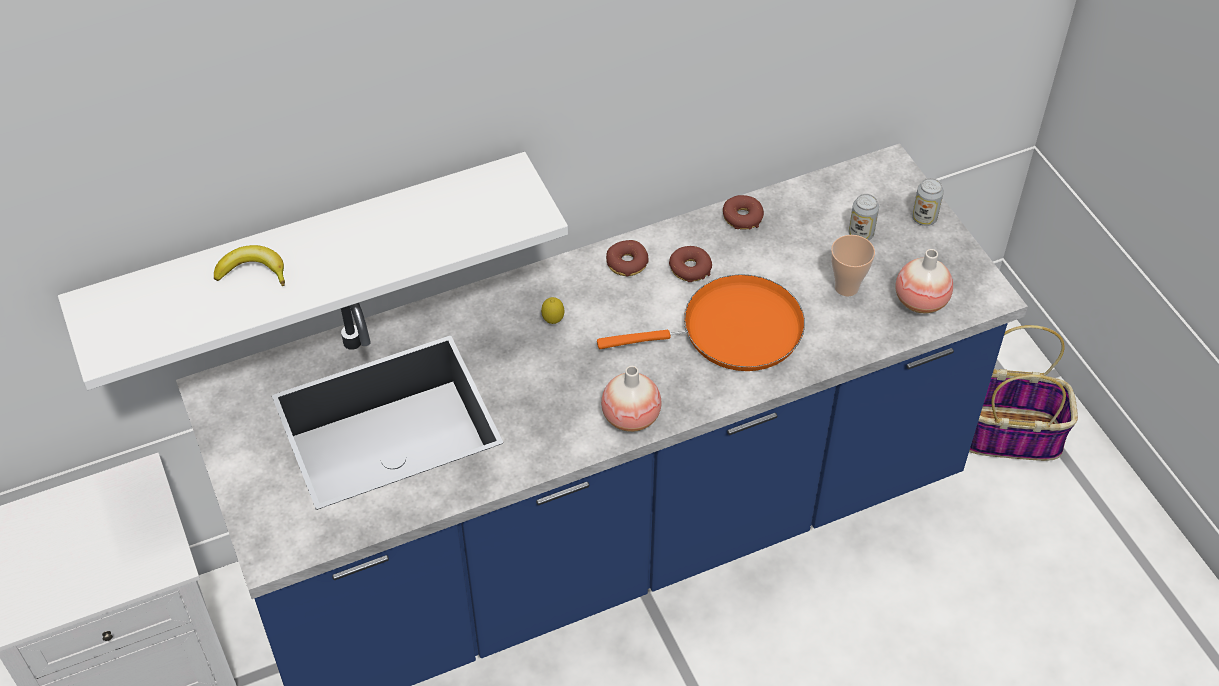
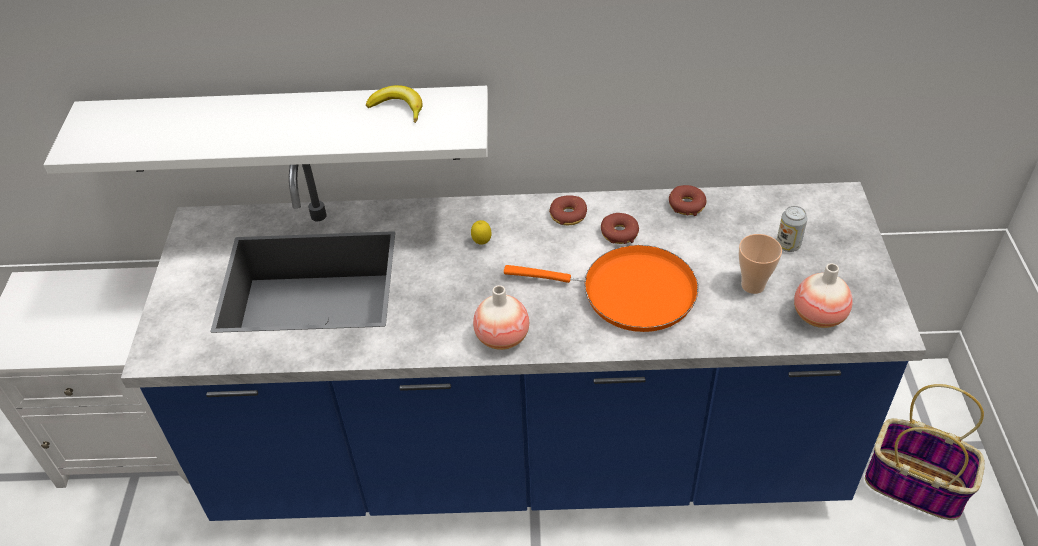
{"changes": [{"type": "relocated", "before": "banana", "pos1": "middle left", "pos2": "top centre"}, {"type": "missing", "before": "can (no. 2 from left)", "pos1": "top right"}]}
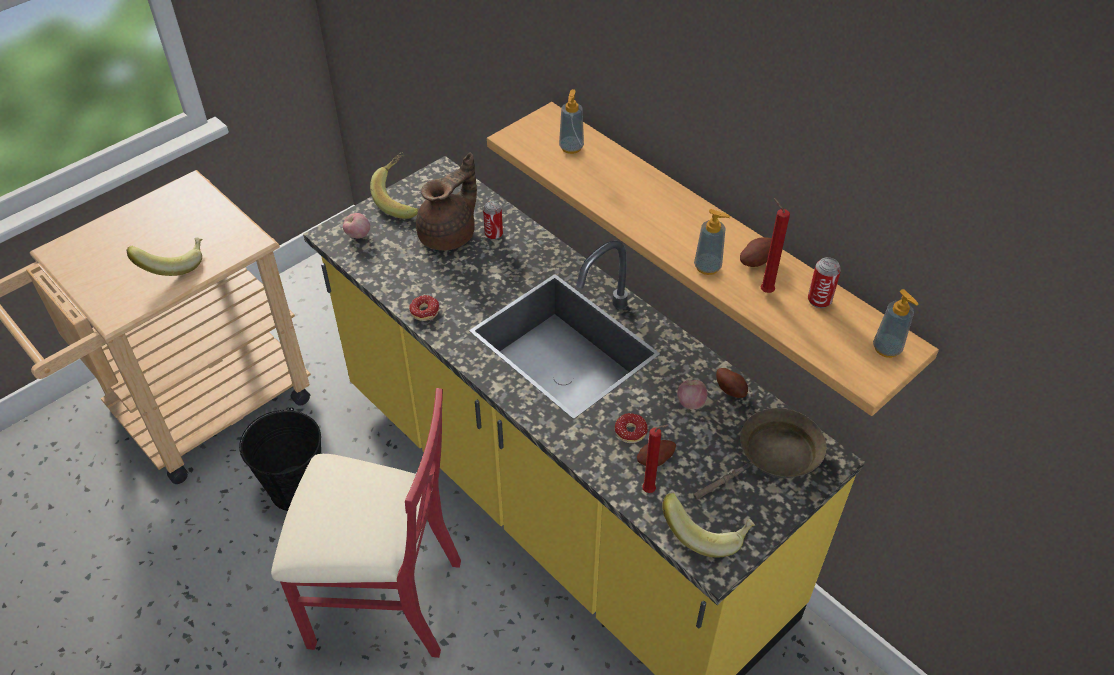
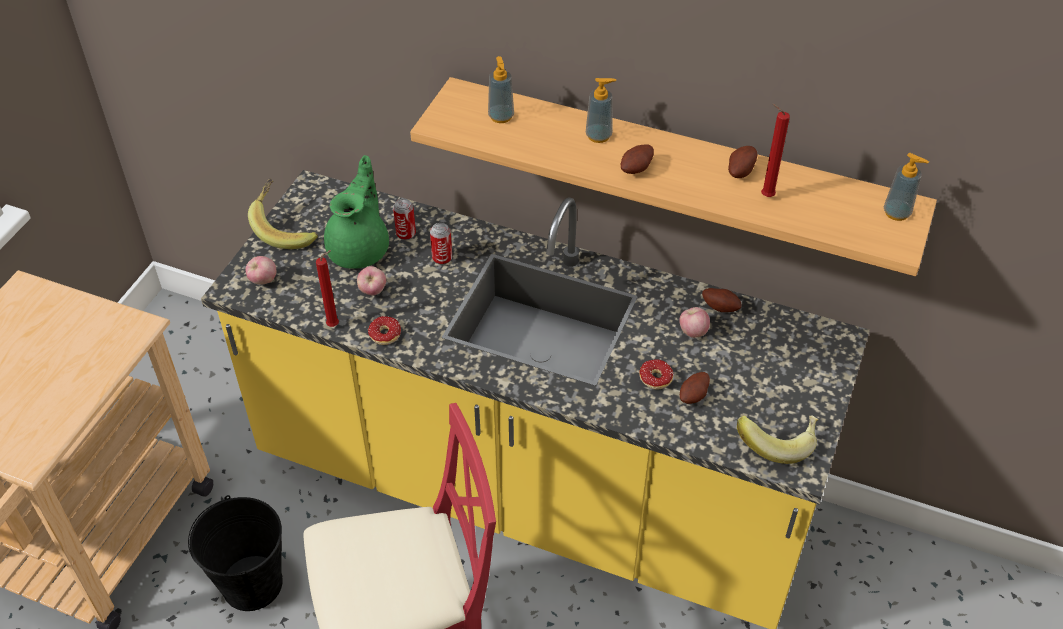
{"changes": [{"type": "missing", "before": "banana (no. 1 from left)", "pos1": "middle left"}, {"type": "colour", "before": "teapot in brown", "after": "teapot in green", "pos1": "top centre", "pos2": "centre"}, {"type": "relocated", "before": "candle in red (no. 1 from left)", "pos1": "bottom centre", "pos2": "middle left"}, {"type": "missing", "before": "frying pan in brown", "pos1": "bottom right"}, {"type": "relocated", "before": "soap dispenser (no. 2 from left)", "pos1": "centre", "pos2": "top centre"}, {"type": "relocated", "before": "can (no. 2 from left)", "pos1": "middle right", "pos2": "centre"}, {"type": "appeared", "after": "apple (no. 2 from left)", "pos2": "centre"}, {"type": "appeared", "after": "potato (no. 1 from left)", "pos2": "top centre"}]}
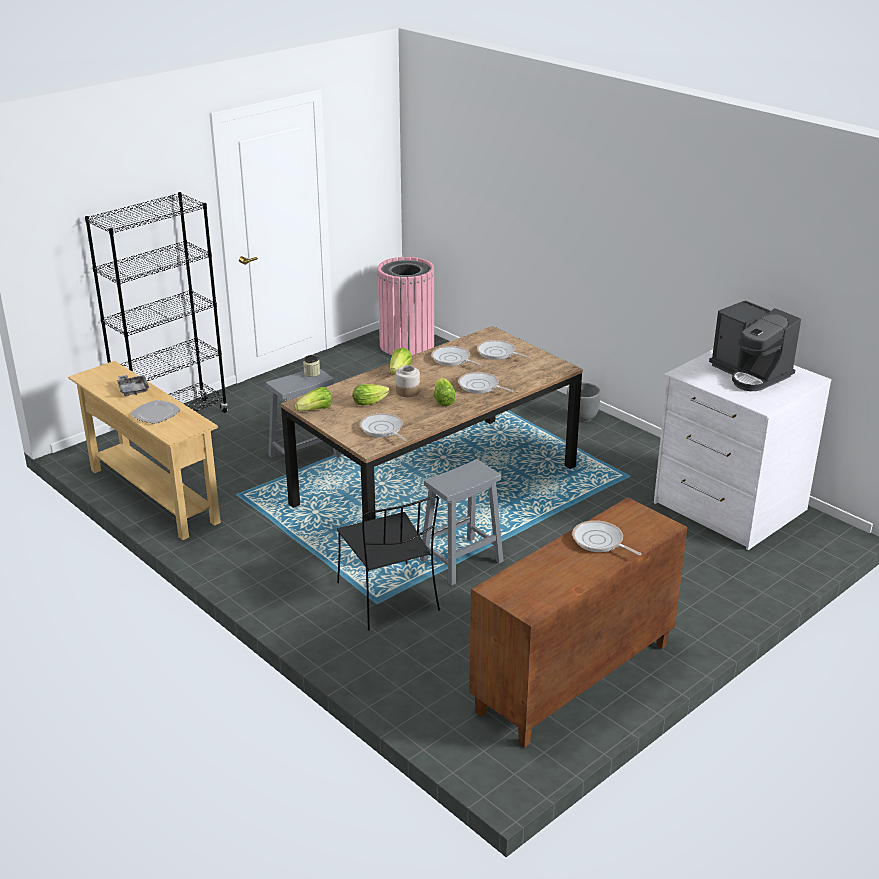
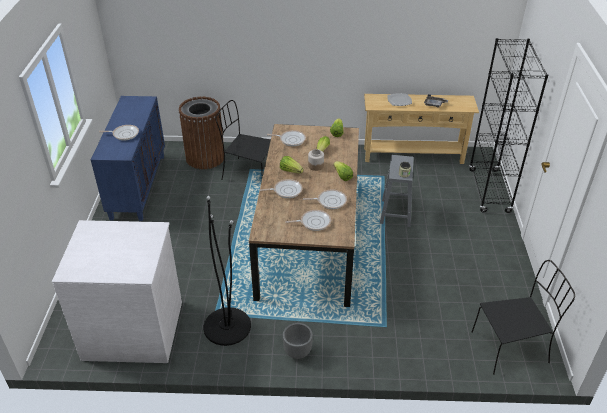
{"changes": [{"type": "exchanged", "before": "trash can in pink", "after": "chair in black (no. 2 from left)", "pos1": "centre", "pos2": "bottom right"}, {"type": "missing", "before": "stool in grey (no. 2 from left)", "pos1": "centre"}, {"type": "colour", "before": "cabinet in brown", "after": "cabinet in blue", "pos1": "bottom centre", "pos2": "middle left"}, {"type": "missing", "before": "coffee machine", "pos1": "middle right"}, {"type": "appeared", "after": "trash can in brown", "pos2": "top left"}, {"type": "appeared", "after": "floor lamp in black", "pos2": "centre"}]}
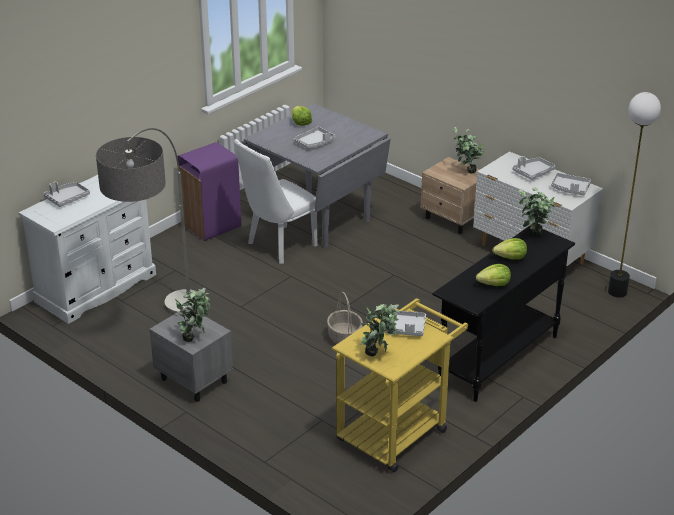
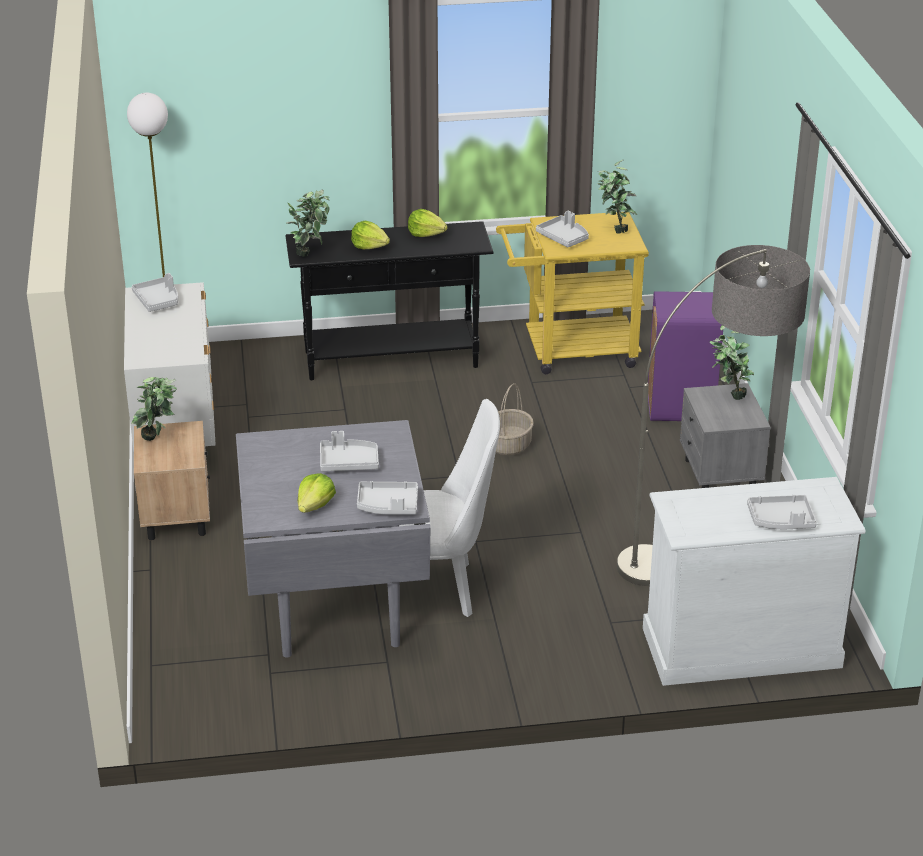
{"changes": [{"type": "relocated", "before": "trash can in purple", "pos1": "middle left", "pos2": "middle right"}, {"type": "relocated", "before": "tray in grey (no. 4 from left in the first image)", "after": "tray in grey (no. 3 from left)", "pos1": "top right", "pos2": "centre"}]}
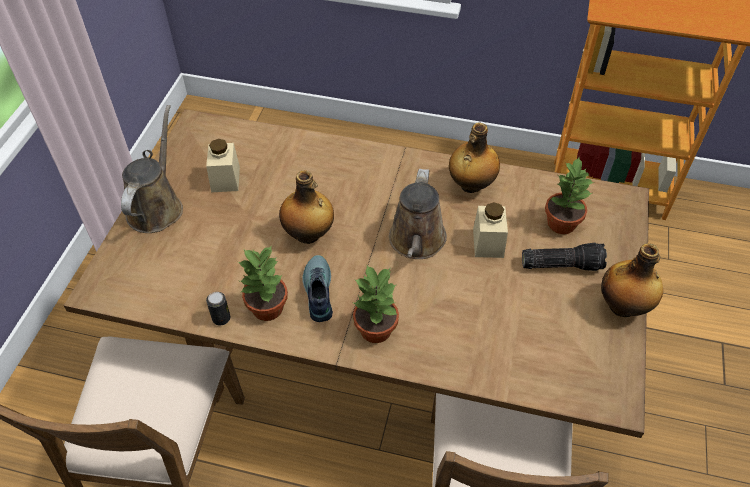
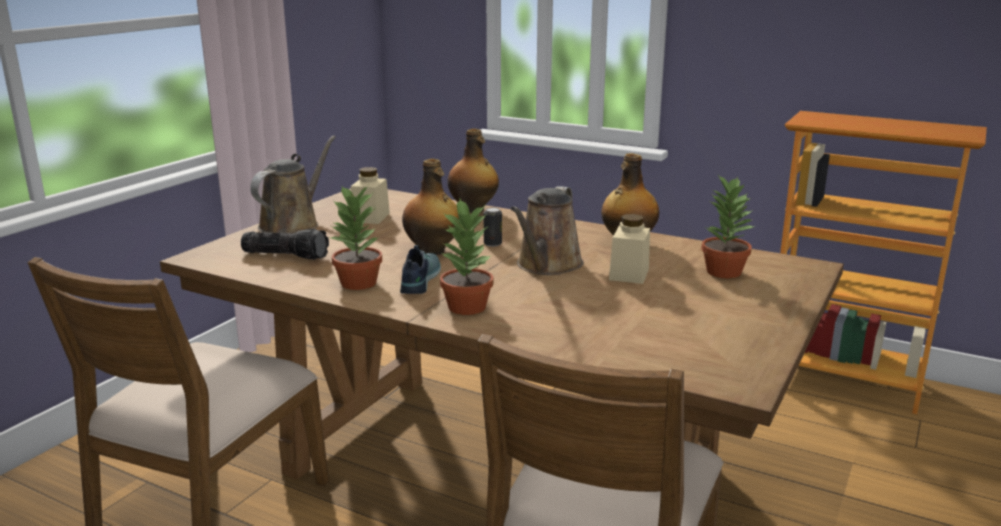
{"changes": [{"type": "relocated", "before": "can", "pos1": "middle left", "pos2": "centre"}, {"type": "relocated", "before": "flashlight", "pos1": "middle right", "pos2": "middle left"}, {"type": "relocated", "before": "bottle (no. 3 from left in the first image)", "after": "bottle (no. 2 from left)", "pos1": "middle right", "pos2": "top centre"}]}
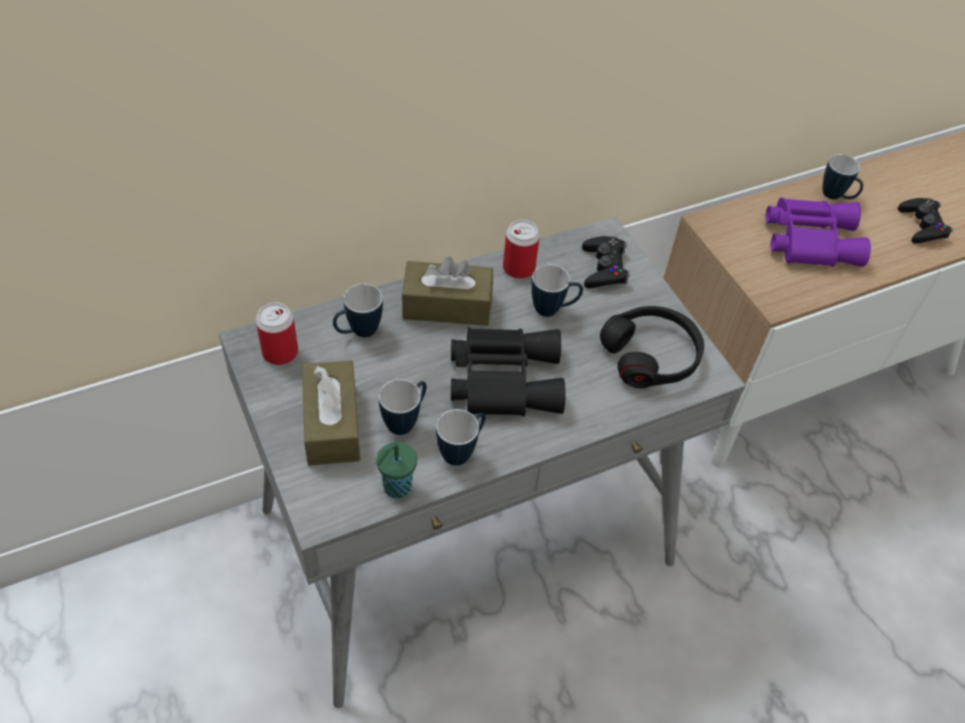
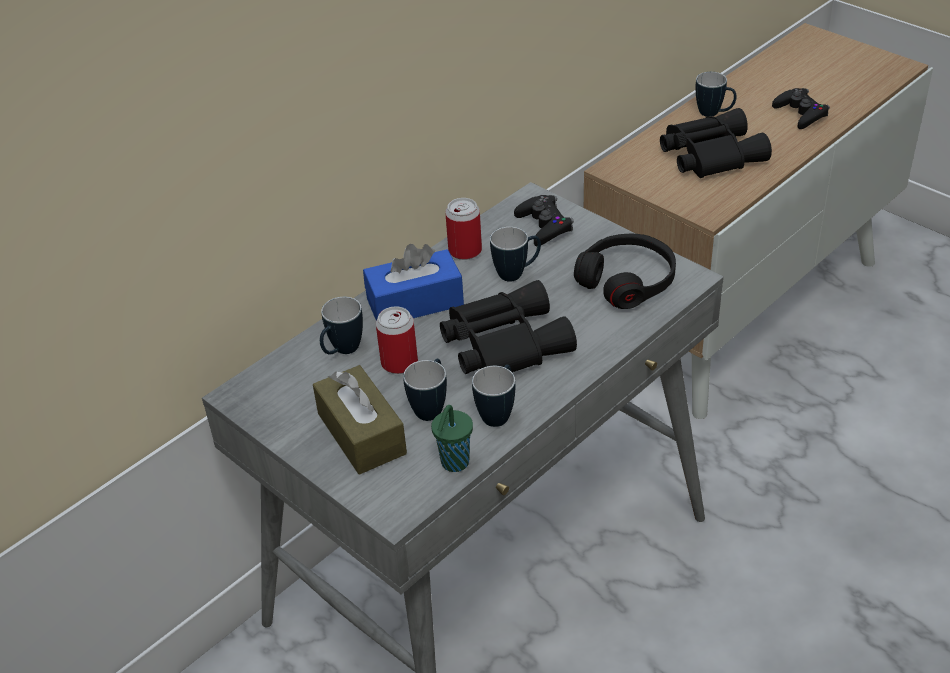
{"changes": [{"type": "relocated", "before": "can (no. 1 from left)", "pos1": "middle left", "pos2": "centre"}, {"type": "colour", "before": "tissue box in brown (no. 2 from left)", "after": "tissue box in blue", "pos1": "centre", "pos2": "centre"}, {"type": "colour", "before": "binoculars in purple", "after": "binoculars in black (no. 2 from left)", "pos1": "top right", "pos2": "top right"}]}
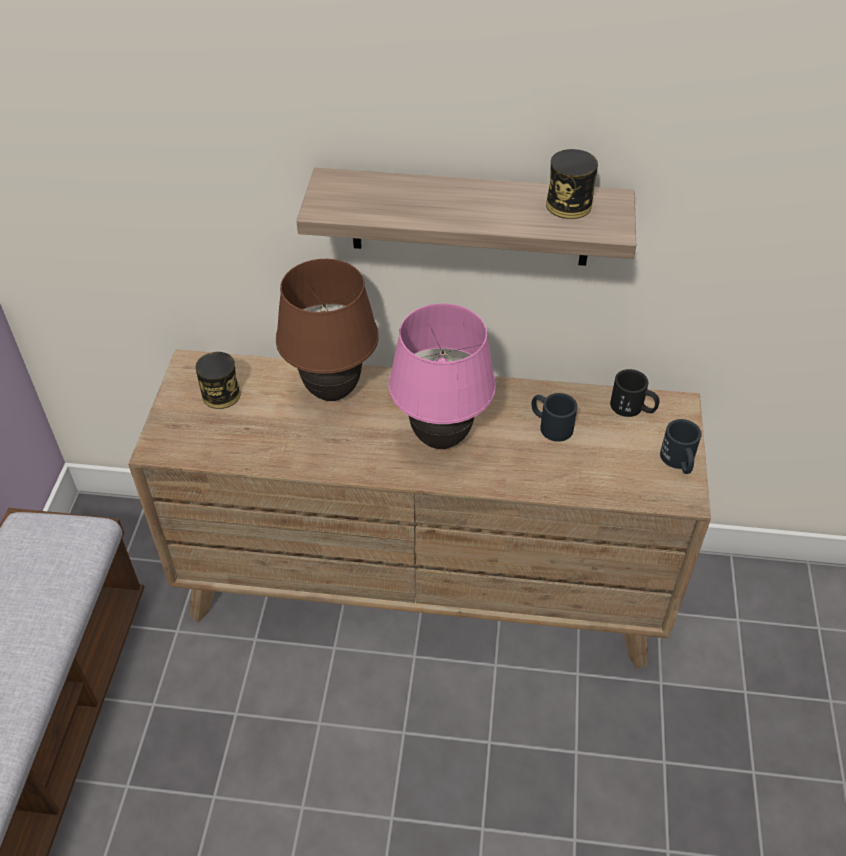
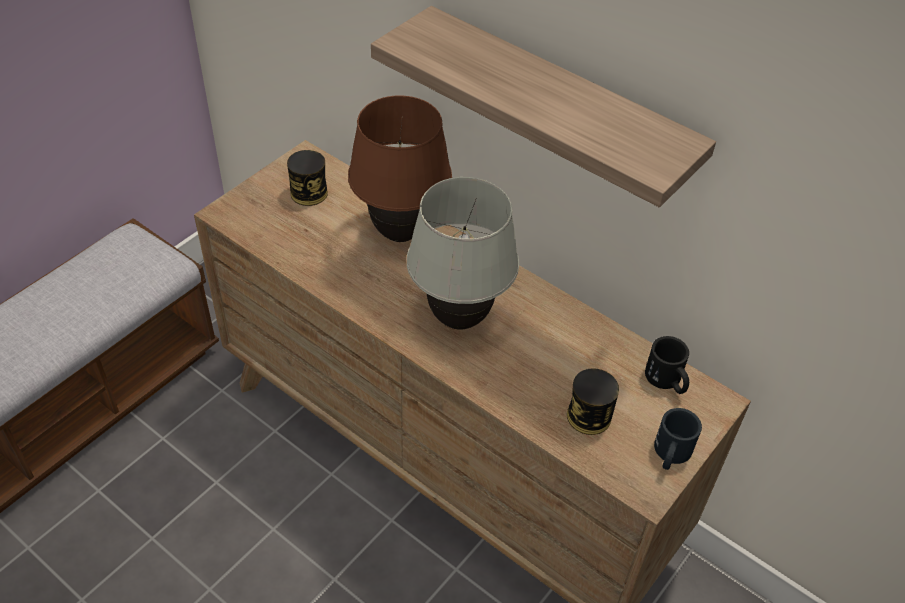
{"changes": [{"type": "colour", "before": "table lamp in pink", "after": "table lamp in white", "pos1": "centre", "pos2": "centre"}, {"type": "missing", "before": "mug in black (no. 1 from left)", "pos1": "centre"}, {"type": "relocated", "before": "can (no. 2 from left)", "pos1": "top right", "pos2": "centre"}]}
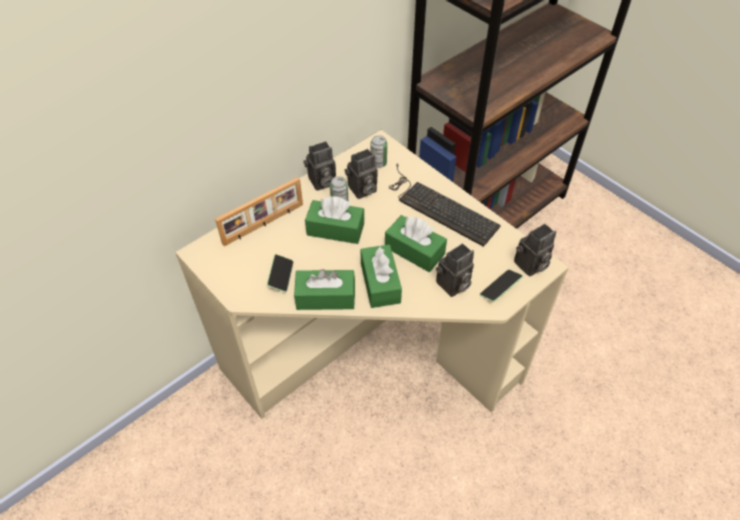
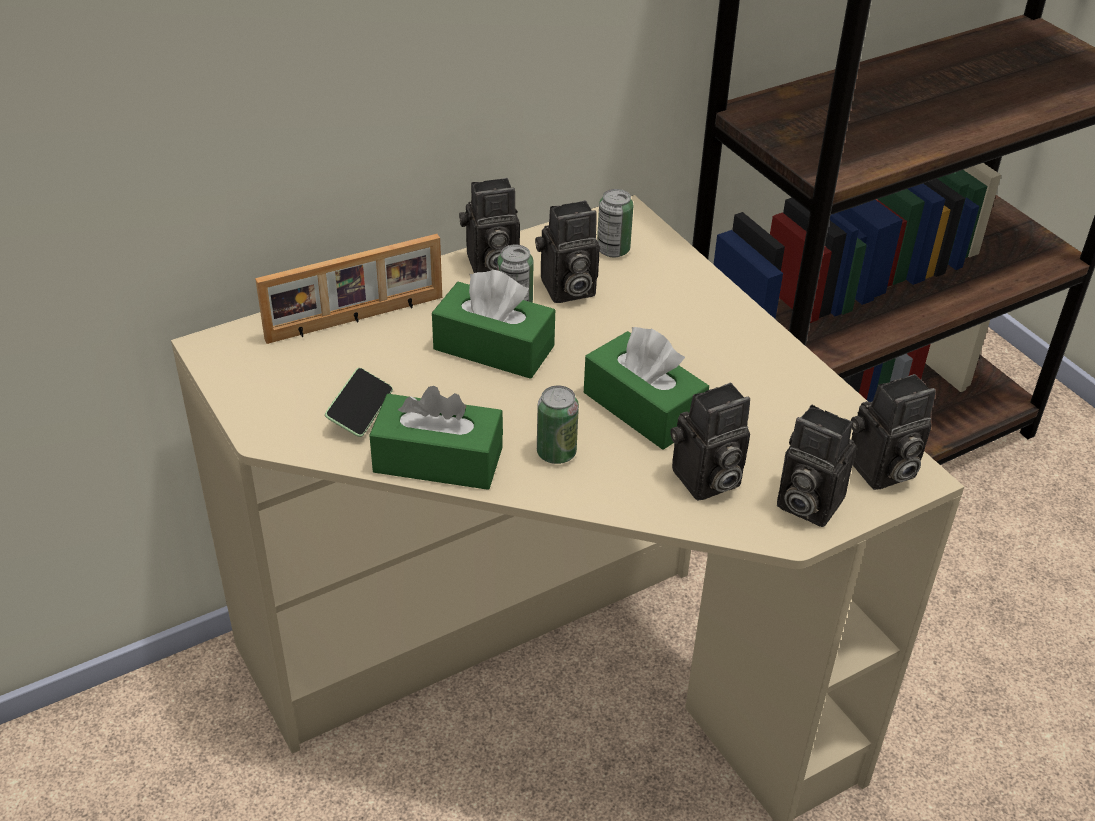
{"changes": [{"type": "exchanged", "before": "tissue box in green (no. 3 from left)", "after": "can (no. 2 from left)", "pos1": "centre", "pos2": "centre"}, {"type": "missing", "before": "keyboard", "pos1": "centre"}, {"type": "exchanged", "before": "phone (no. 2 from left)", "after": "photo camera (no. 4 from left)", "pos1": "middle right", "pos2": "middle right"}]}
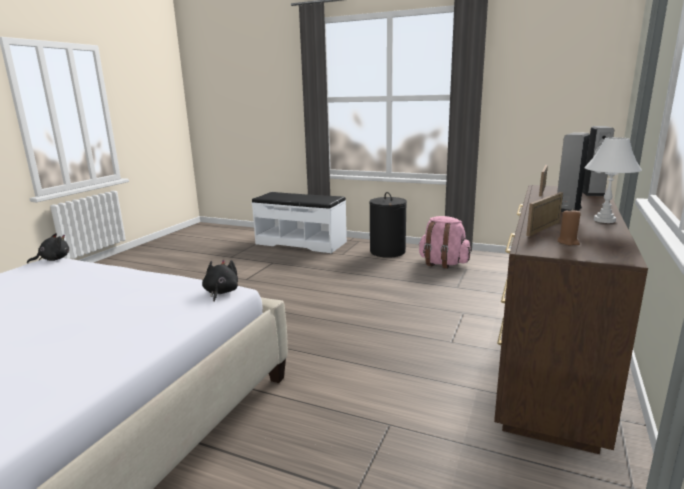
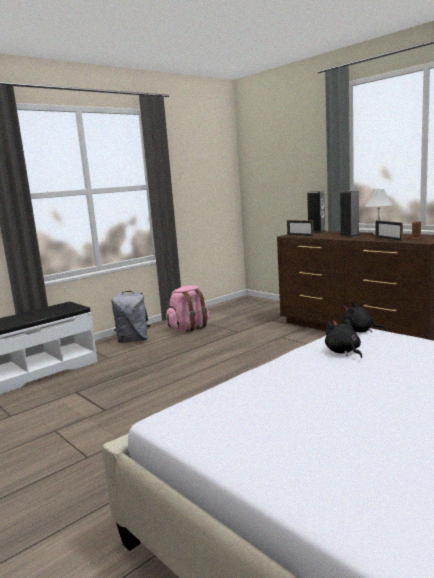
{"changes": [{"type": "relocated", "before": "plush toy in black (no. 1 from left)", "pos1": "middle left", "pos2": "middle right"}, {"type": "exchanged", "before": "laundry basket in black", "after": "backpack in grey", "pos1": "centre", "pos2": "middle left"}]}
